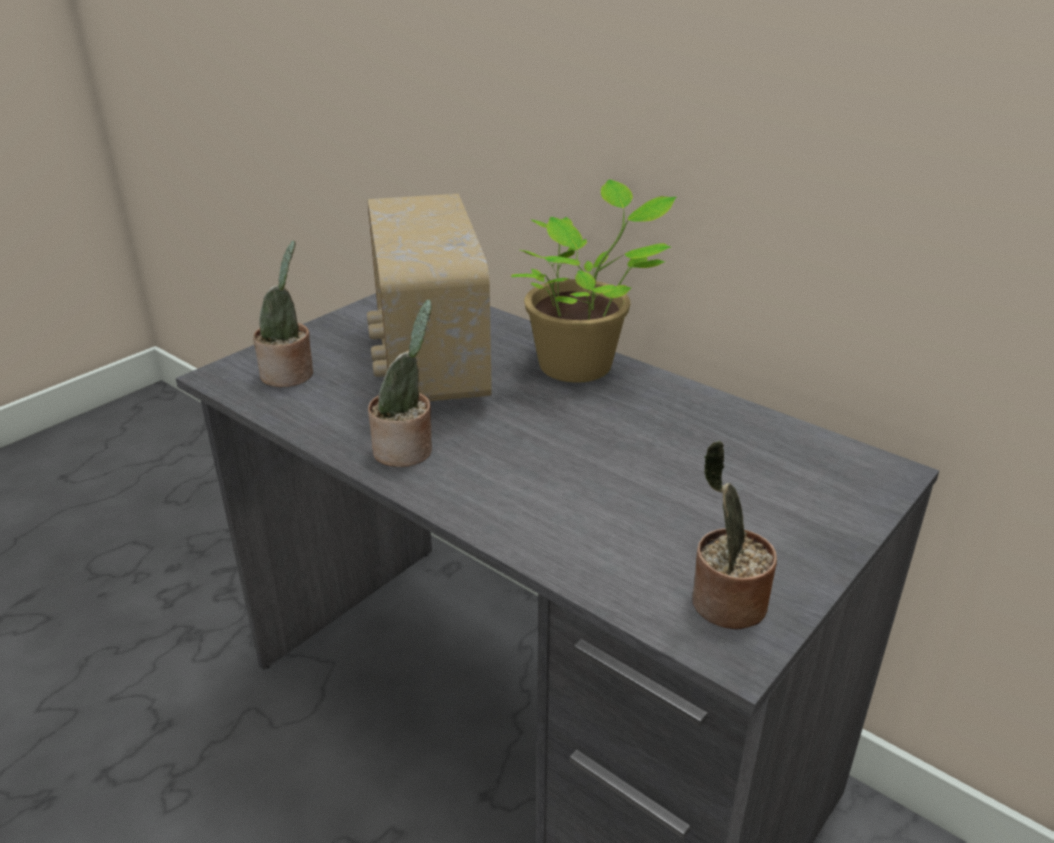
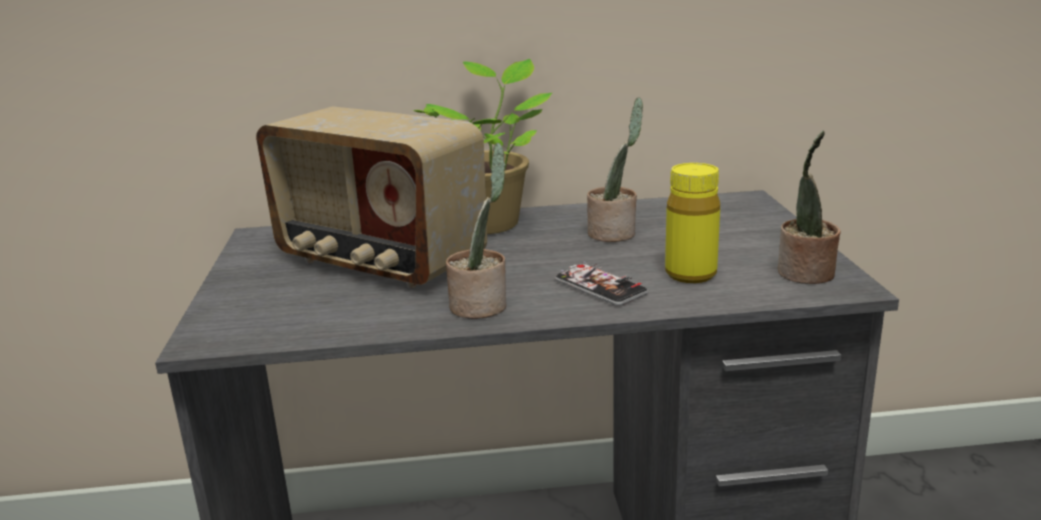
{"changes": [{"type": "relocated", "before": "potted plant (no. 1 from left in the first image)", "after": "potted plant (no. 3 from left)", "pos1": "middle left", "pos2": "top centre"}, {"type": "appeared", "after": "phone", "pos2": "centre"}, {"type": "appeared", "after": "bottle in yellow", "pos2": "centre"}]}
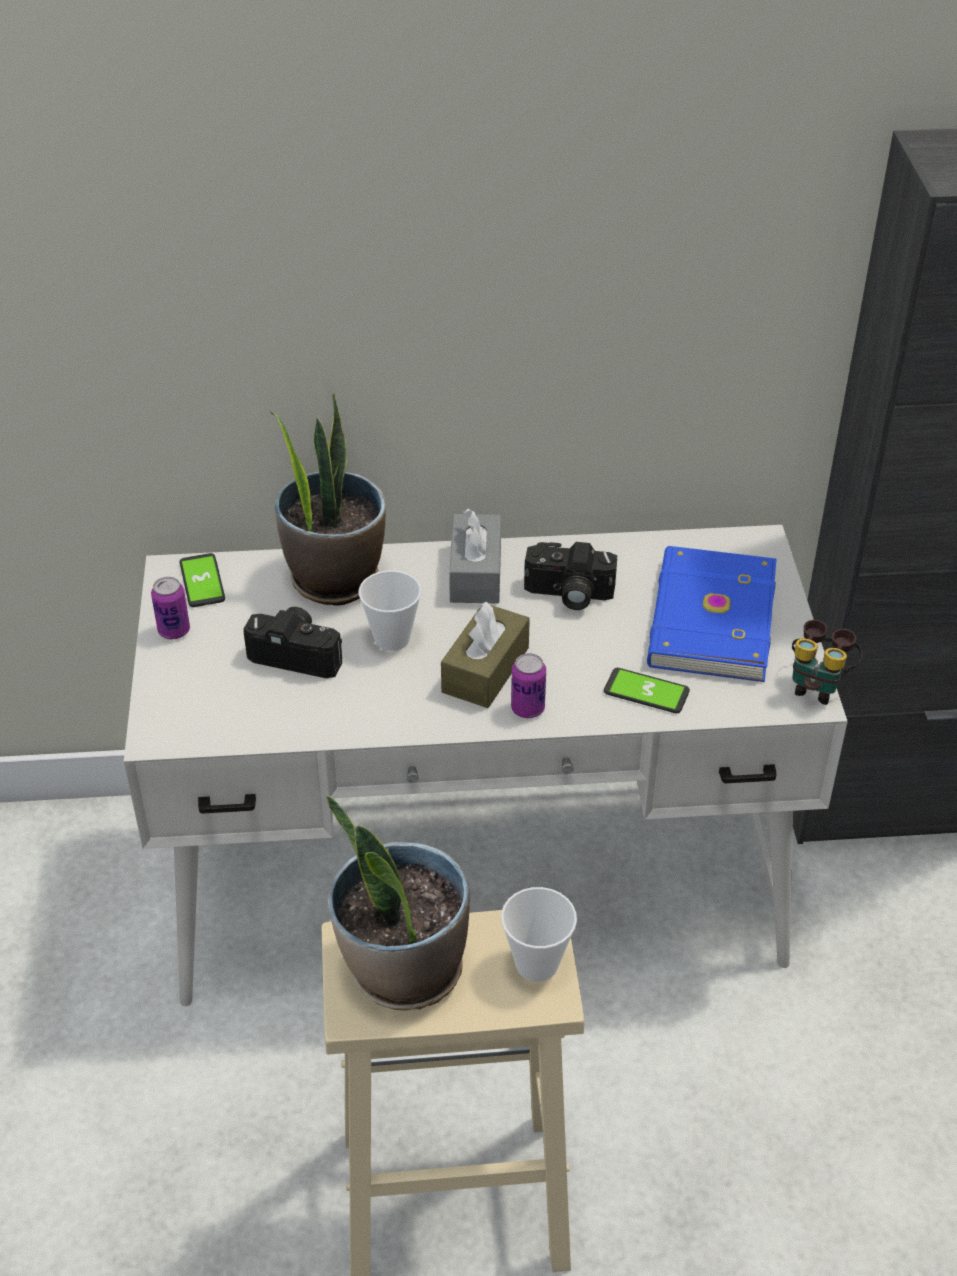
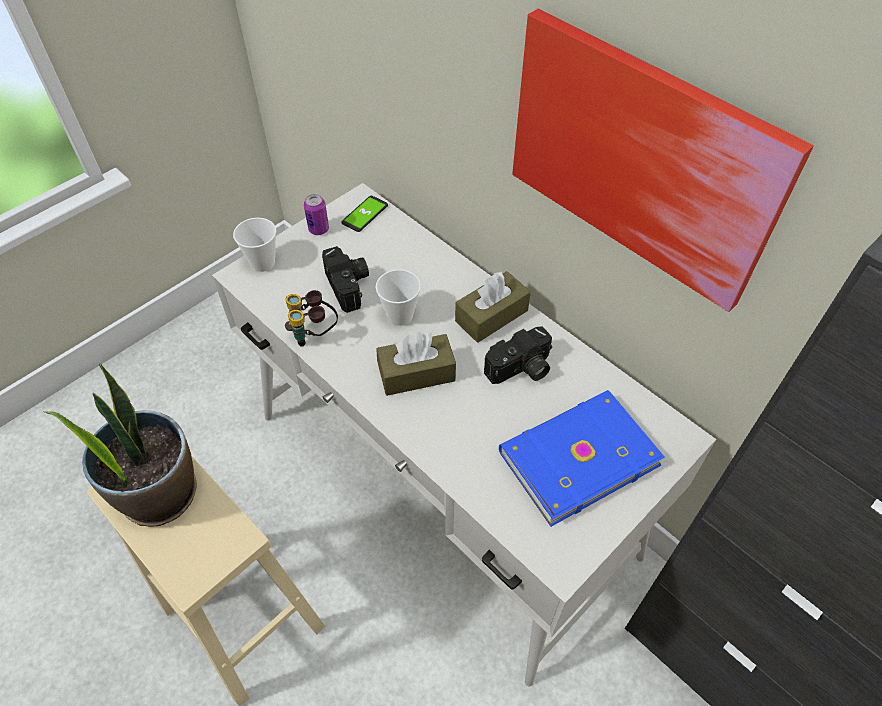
{"changes": [{"type": "missing", "before": "potted plant (no. 1 from left)", "pos1": "centre"}, {"type": "colour", "before": "tissue box in grey", "after": "tissue box in brown (no. 2 from left)", "pos1": "centre", "pos2": "centre"}, {"type": "relocated", "before": "cup (no. 2 from left in the first image)", "after": "cup (no. 1 from left)", "pos1": "bottom centre", "pos2": "middle left"}, {"type": "missing", "before": "can (no. 2 from left)", "pos1": "centre"}, {"type": "spun", "before": "photo camera (no. 2 from left)", "pos1": "centre", "pos2": "centre", "turn": -90}, {"type": "missing", "before": "phone (no. 2 from left)", "pos1": "middle right"}, {"type": "relocated", "before": "binoculars", "pos1": "middle right", "pos2": "centre"}, {"type": "appeared", "after": "picture", "pos2": "top right"}]}
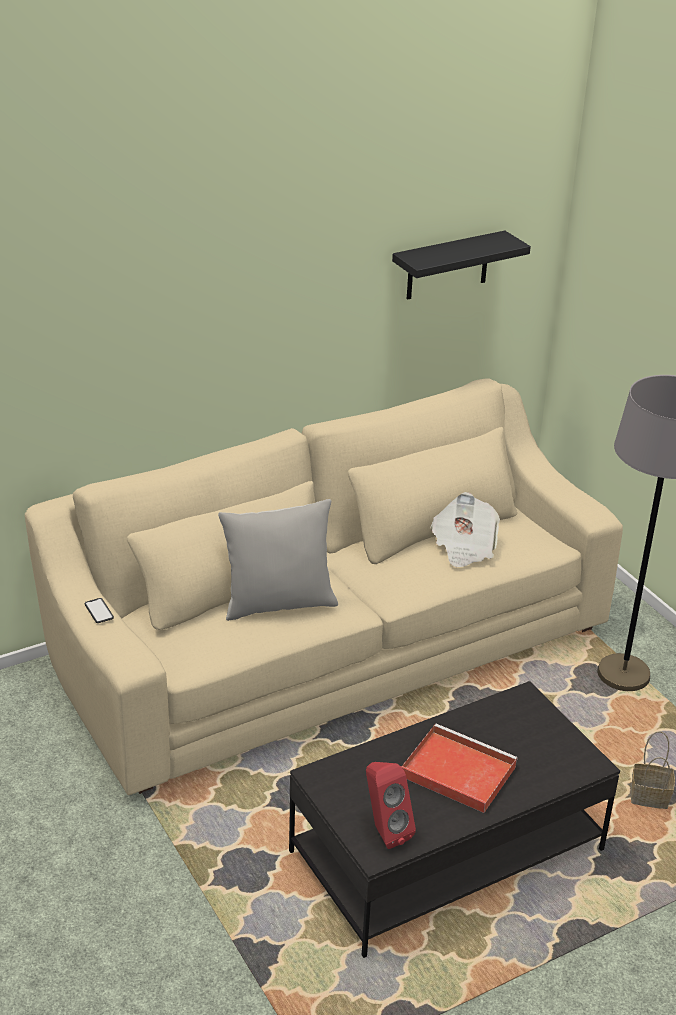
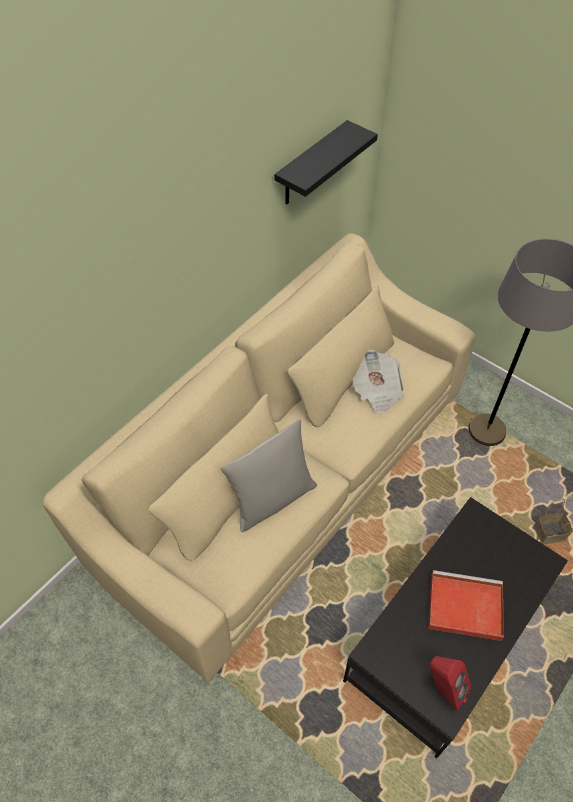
{"changes": [{"type": "missing", "before": "phone", "pos1": "middle left"}]}
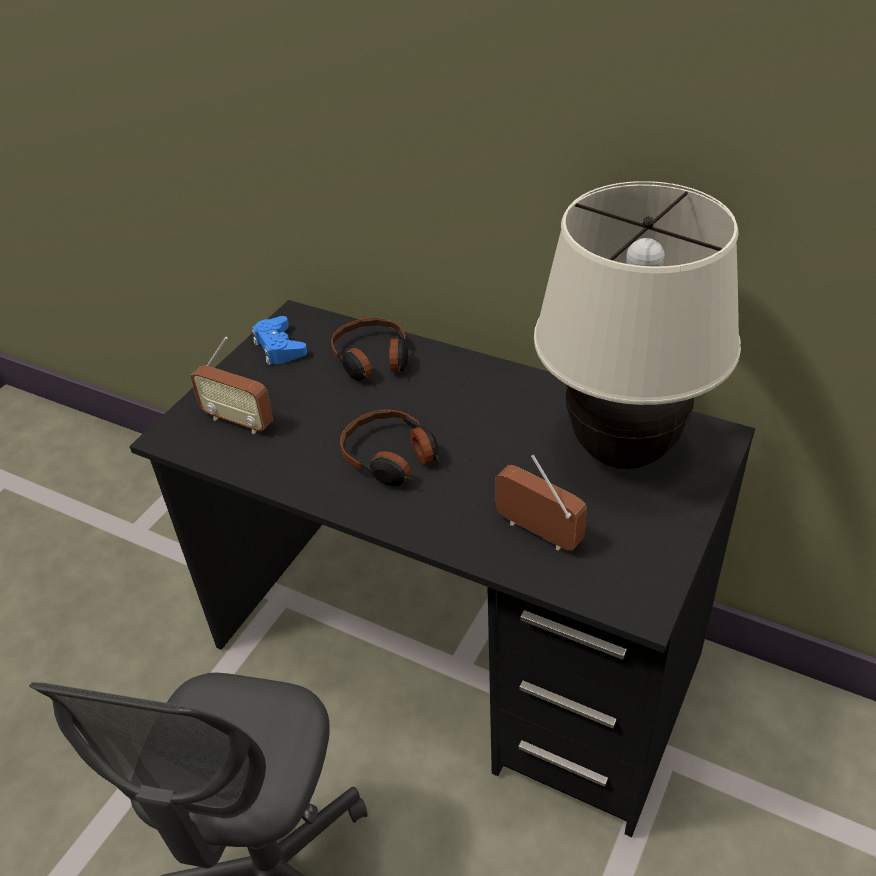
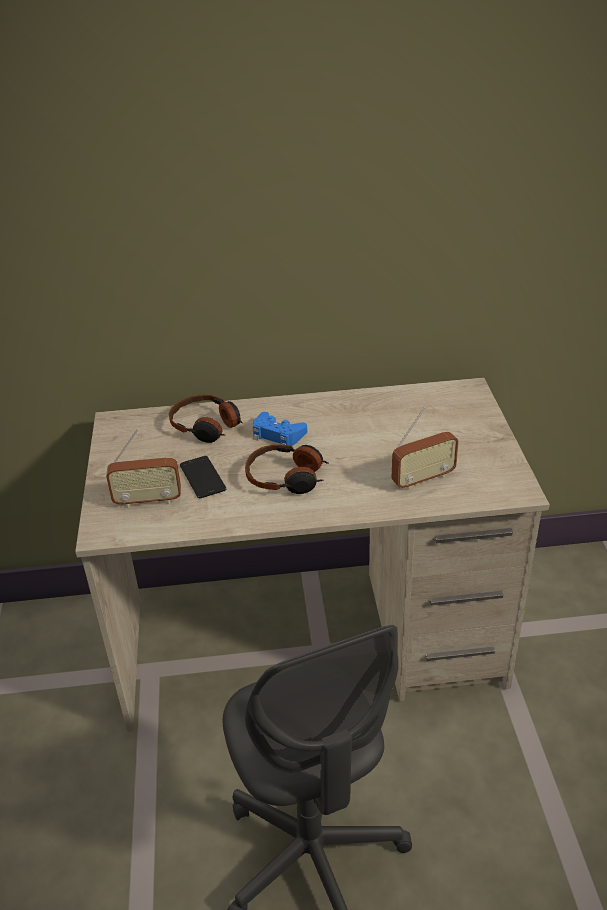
{"changes": [{"type": "colour", "before": "desk in black", "after": "desk in beige", "pos1": "centre", "pos2": "centre"}, {"type": "relocated", "before": "game controller in blue", "pos1": "middle left", "pos2": "centre"}, {"type": "spun", "before": "radio (no. 2 from left)", "pos1": "centre", "pos2": "middle right", "turn": 150}, {"type": "missing", "before": "table lamp in beige", "pos1": "middle right"}, {"type": "appeared", "after": "phone", "pos2": "centre"}]}
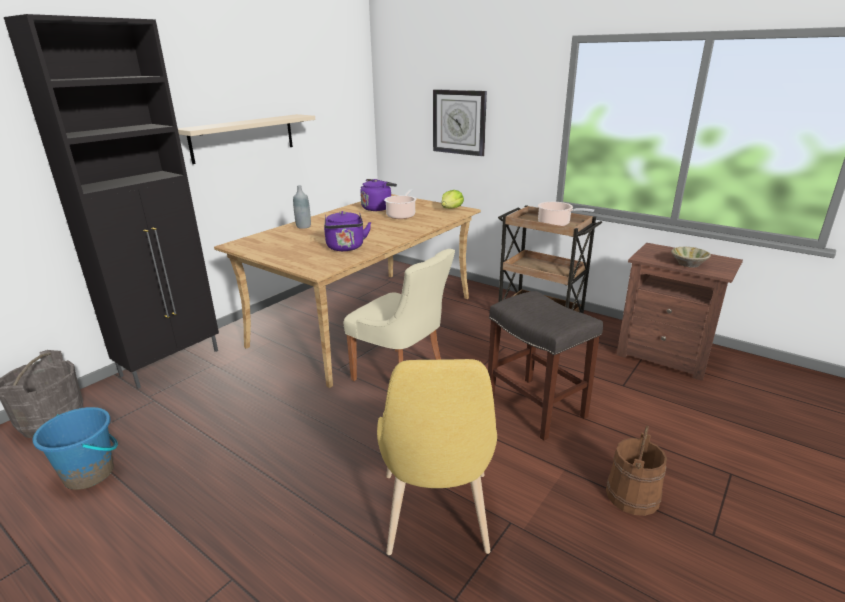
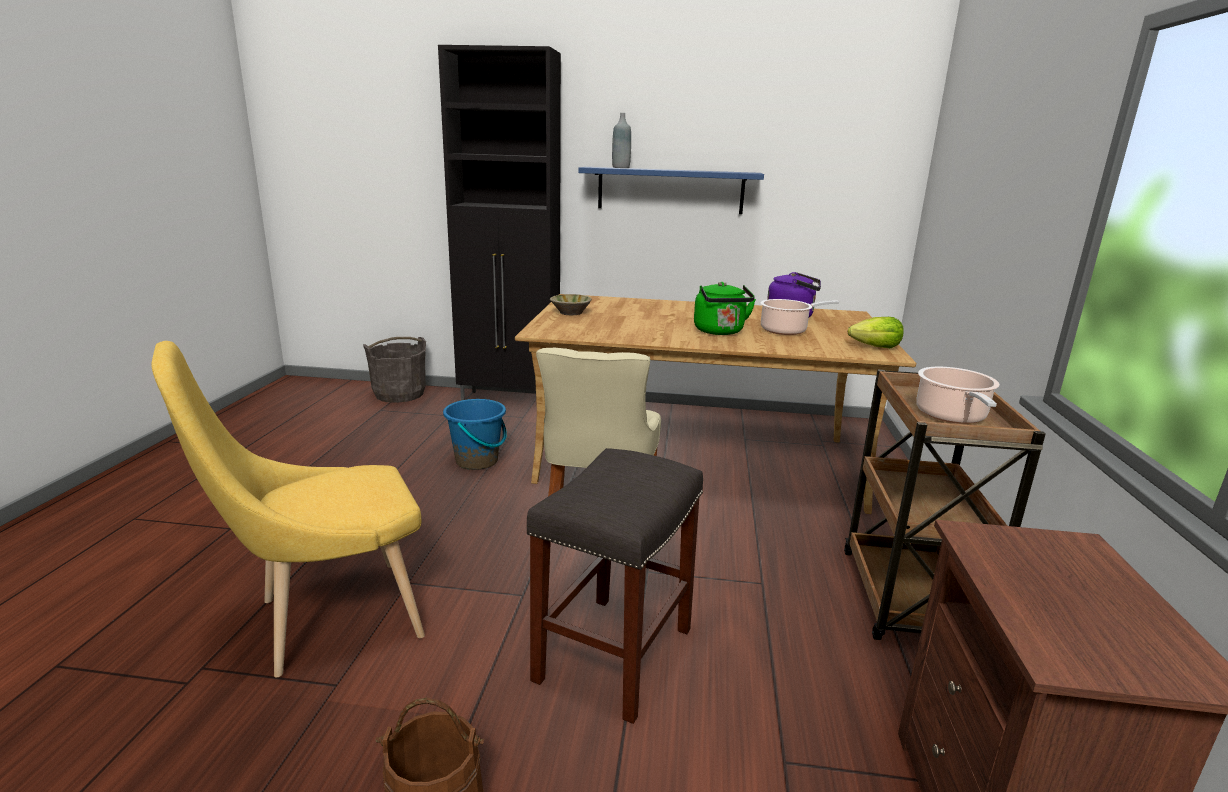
{"changes": [{"type": "relocated", "before": "bucket in blue", "pos1": "bottom left", "pos2": "centre"}, {"type": "colour", "before": "shelf in beige", "after": "shelf in blue", "pos1": "top left", "pos2": "top centre"}, {"type": "relocated", "before": "bottle in grey", "pos1": "centre", "pos2": "top centre"}, {"type": "missing", "before": "kettle in purple (no. 1 from left)", "pos1": "centre"}, {"type": "missing", "before": "wall clock", "pos1": "top centre"}, {"type": "relocated", "before": "bowl in beige", "pos1": "middle right", "pos2": "centre"}, {"type": "appeared", "after": "kettle in green", "pos2": "centre"}]}
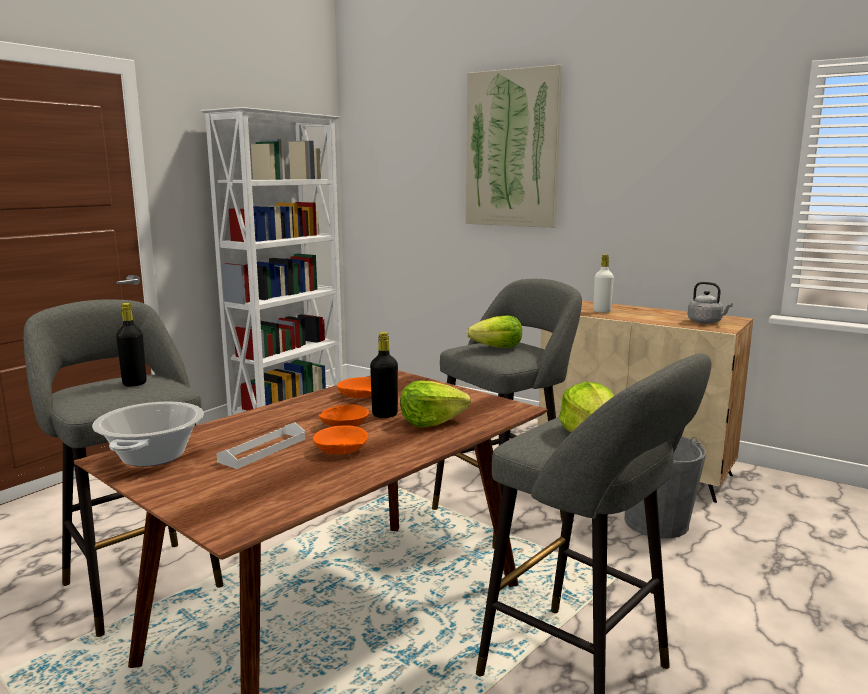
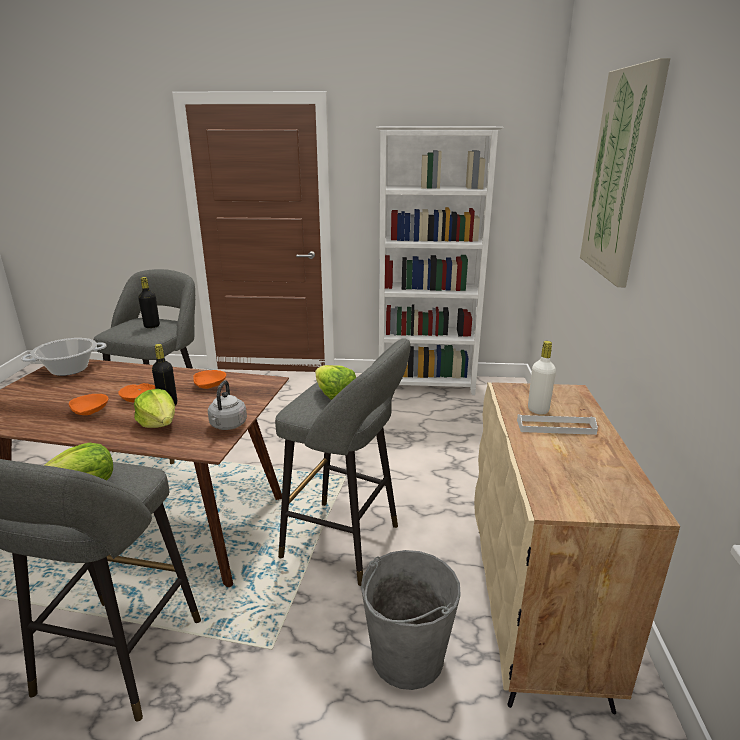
{"changes": [{"type": "relocated", "before": "tray in white", "pos1": "middle left", "pos2": "middle right"}, {"type": "relocated", "before": "kettle in grey", "pos1": "middle right", "pos2": "middle left"}]}
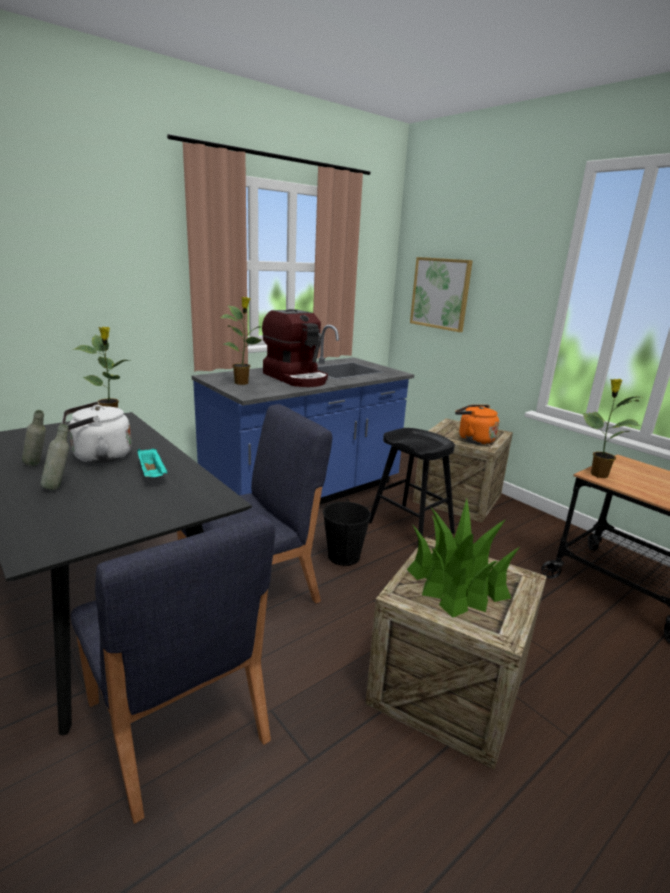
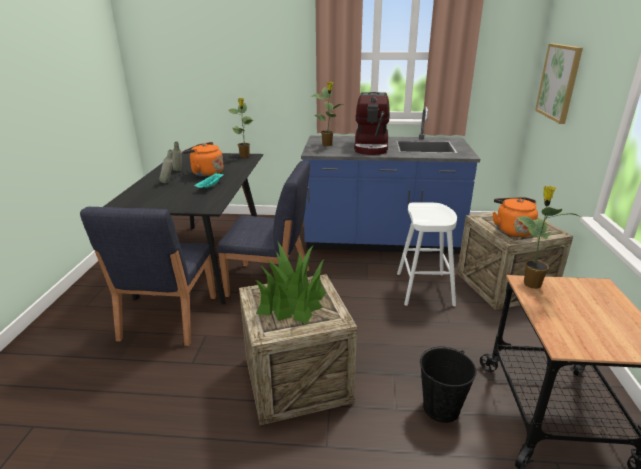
{"changes": [{"type": "colour", "before": "kettle in white", "after": "kettle in orange (no. 1 from left)", "pos1": "middle left", "pos2": "middle left"}, {"type": "relocated", "before": "bucket in black", "pos1": "centre", "pos2": "bottom right"}, {"type": "colour", "before": "stool in black", "after": "stool in white", "pos1": "centre", "pos2": "centre"}]}
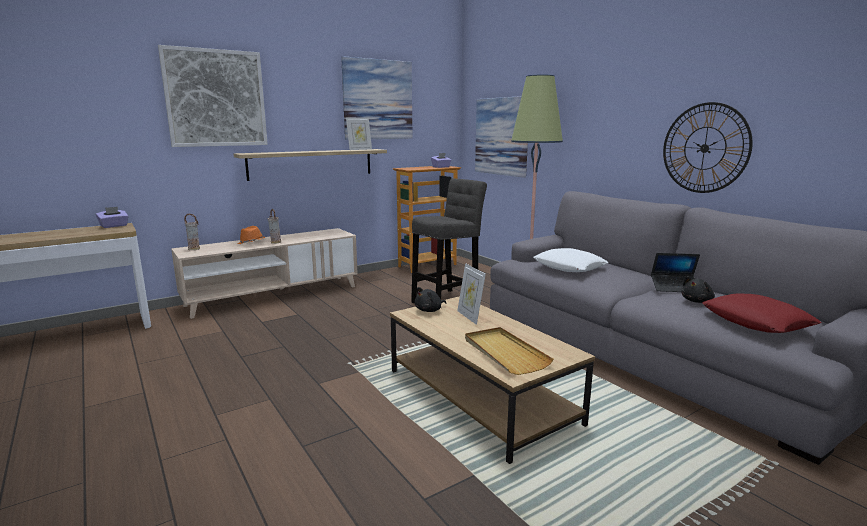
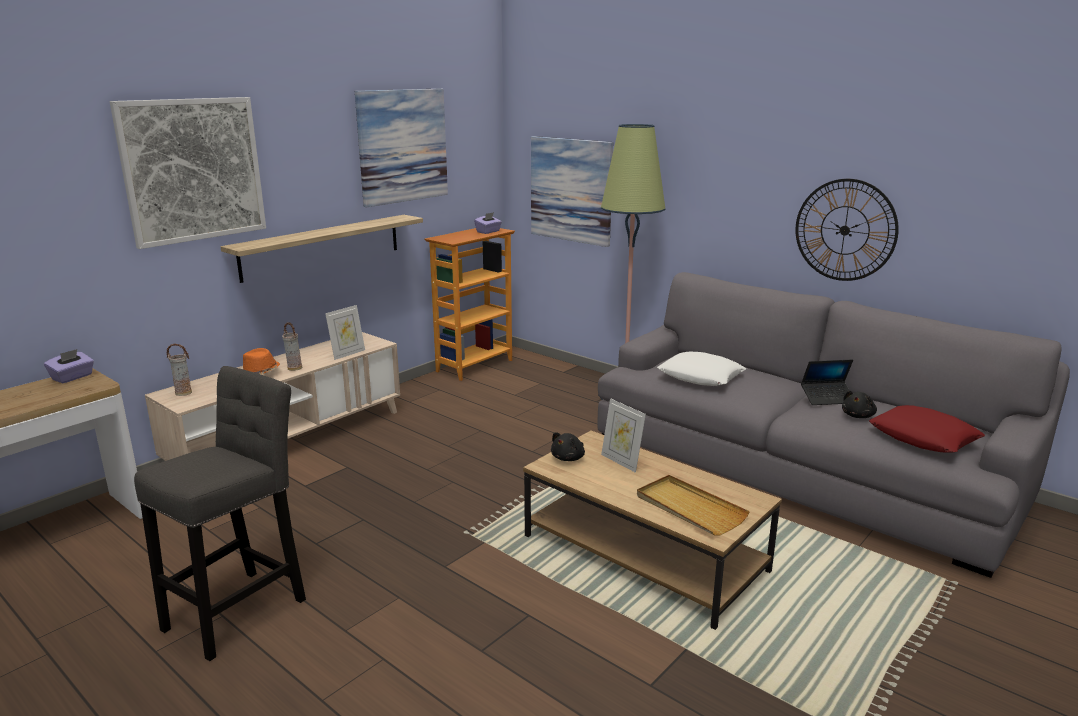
{"changes": [{"type": "relocated", "before": "picture frame (no. 1 from left)", "pos1": "top centre", "pos2": "middle left"}, {"type": "relocated", "before": "stool in grey", "pos1": "centre", "pos2": "bottom left"}]}
